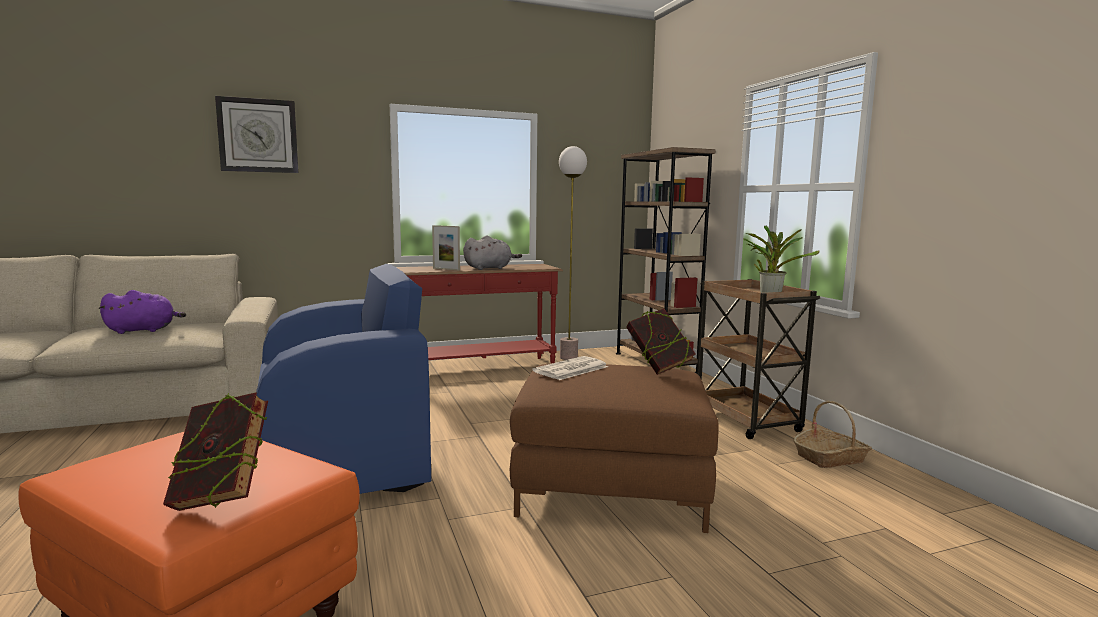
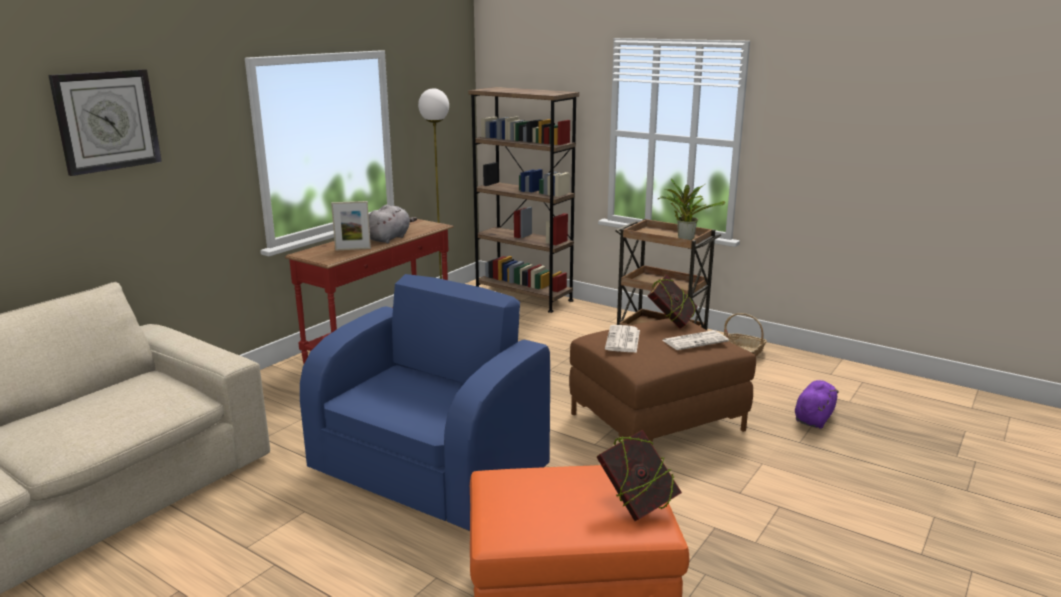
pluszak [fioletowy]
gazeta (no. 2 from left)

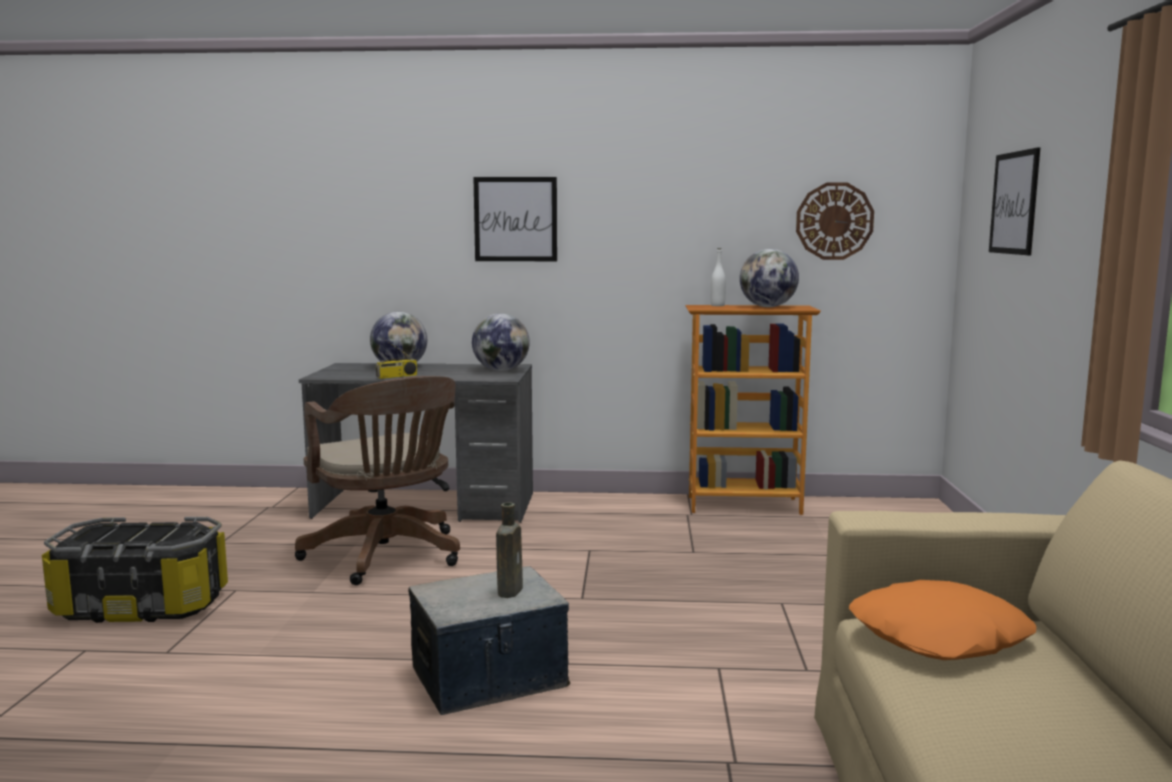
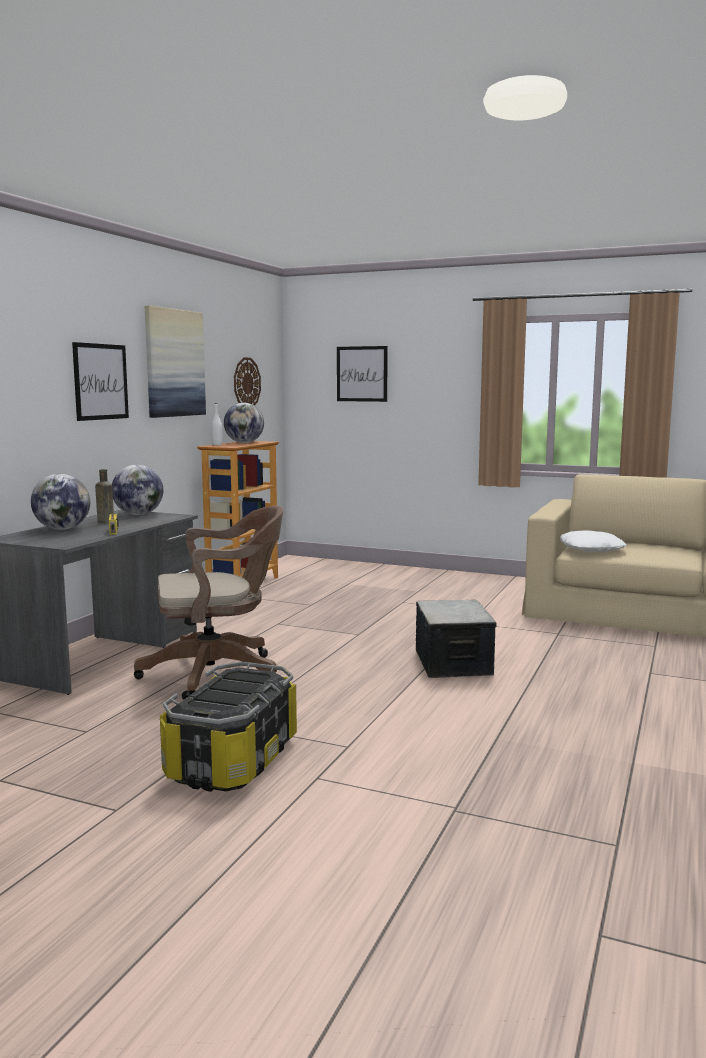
butelka [brązowy]
poduszka [biały]
obraz (no. 2 from left)

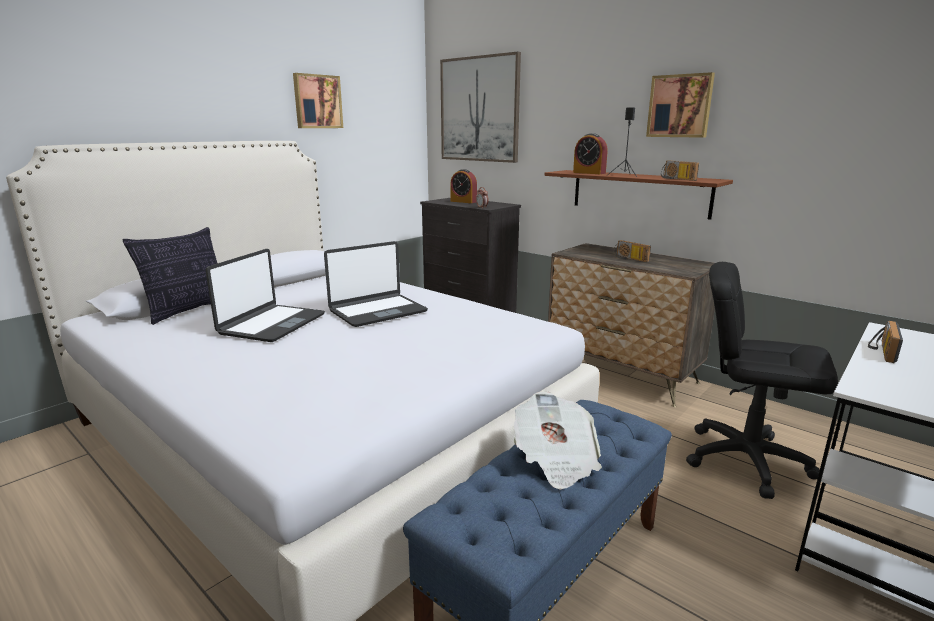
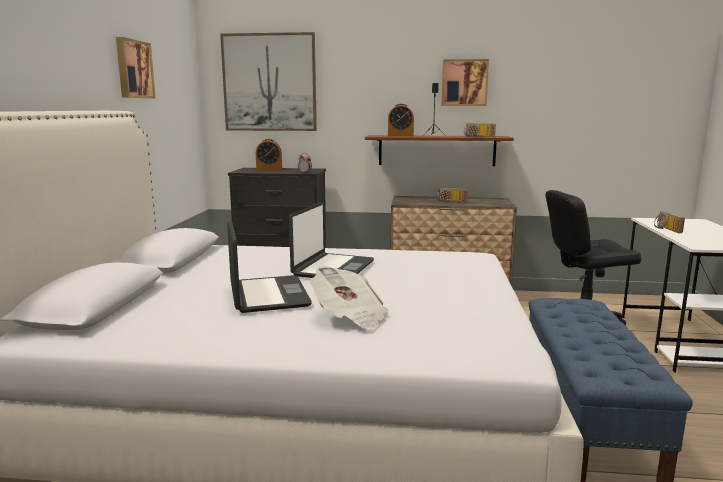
poduszka
gazeta

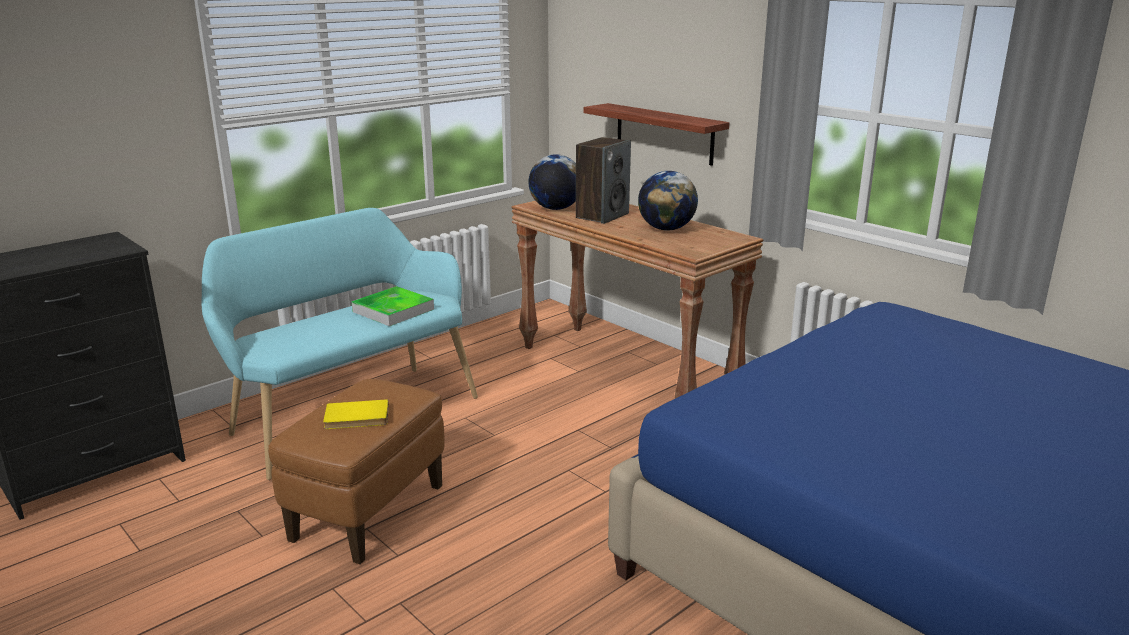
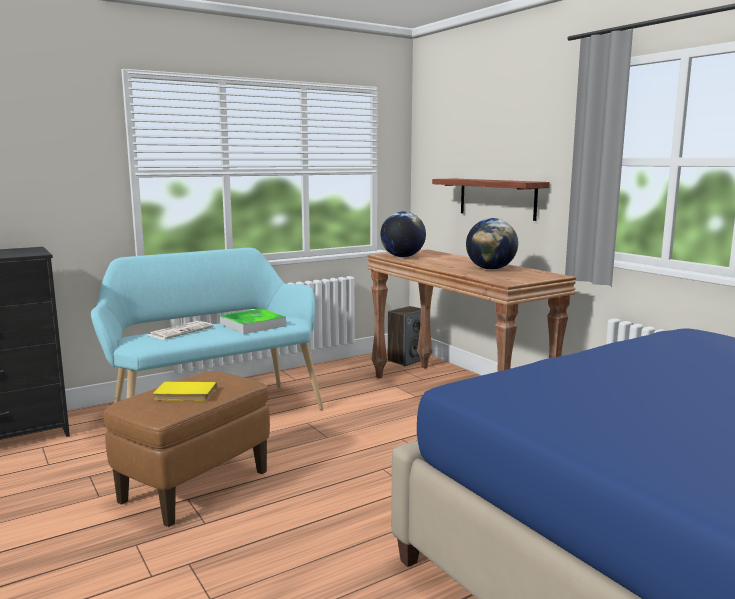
głośnik
gazeta

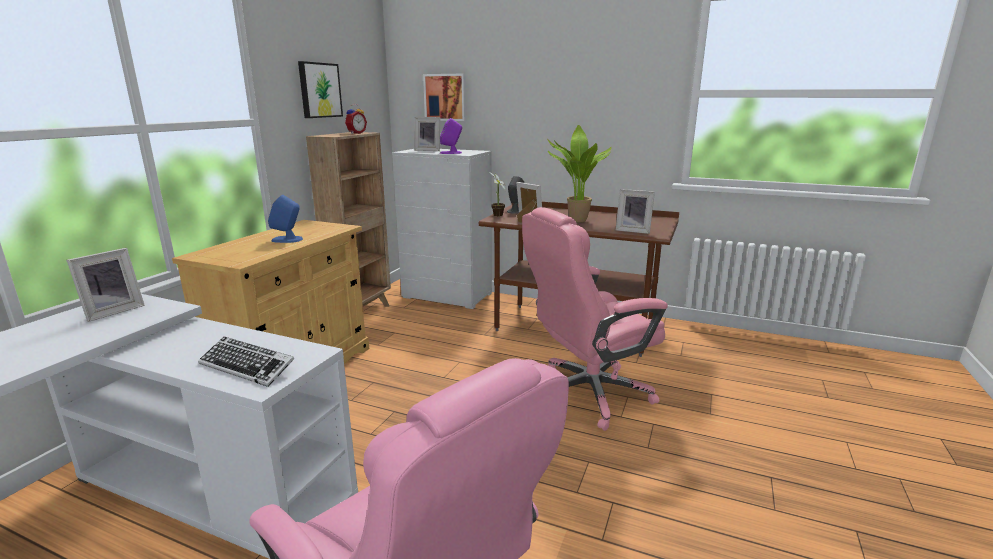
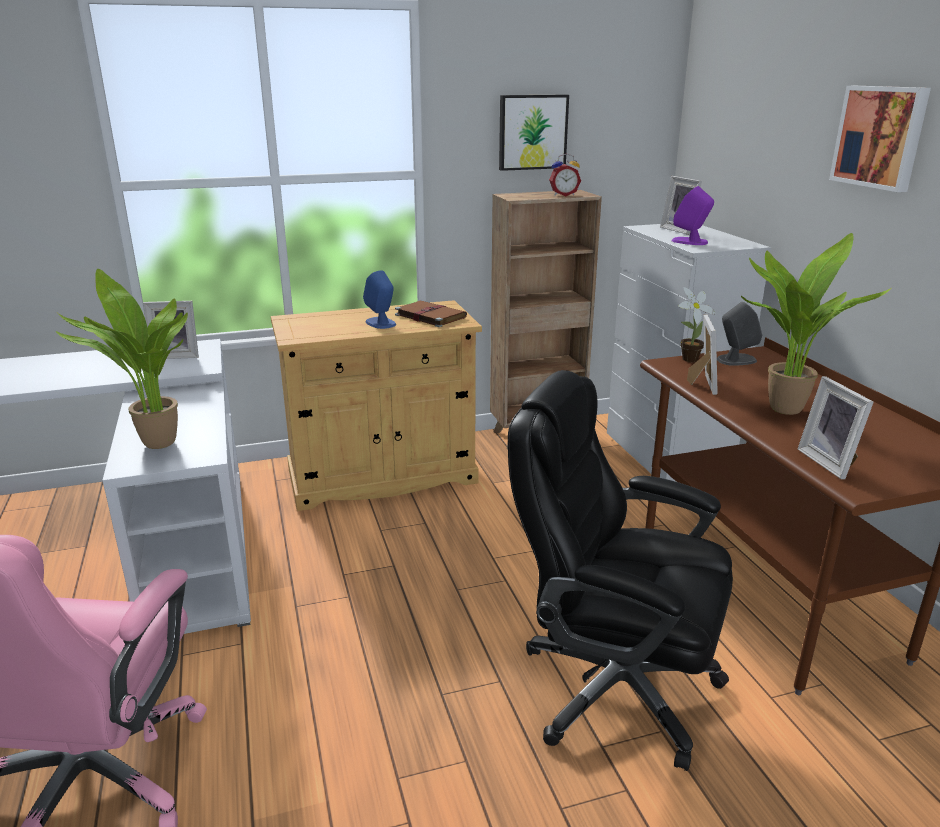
roślina doniczkowa (no. 1 from left)
obraz (no. 2 from left)
krzesło biurowe [czarny]
książka [brązowy]

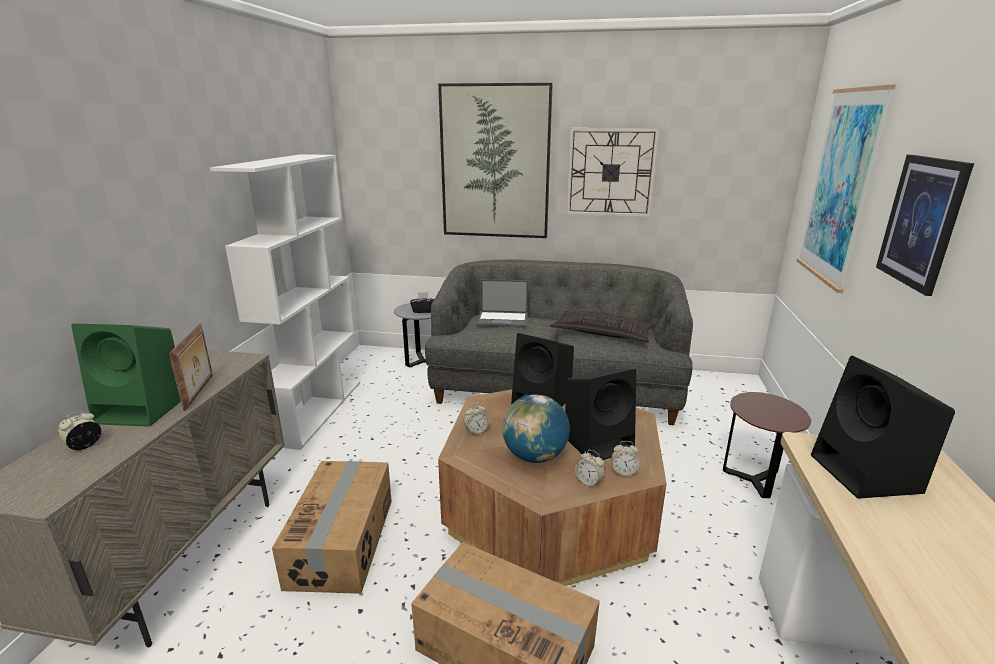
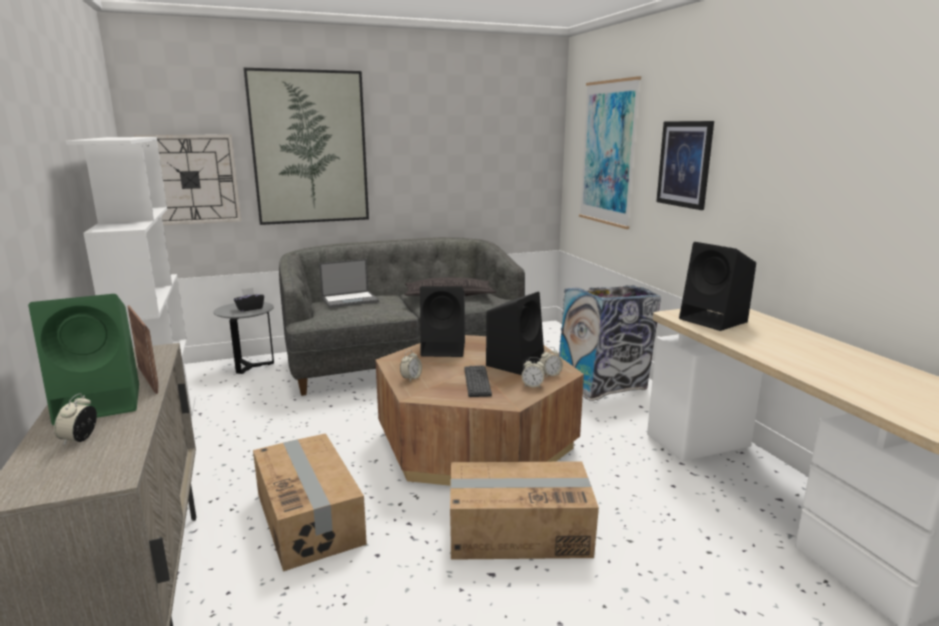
klawiatura
zegar ścienny
kosz na śmieci

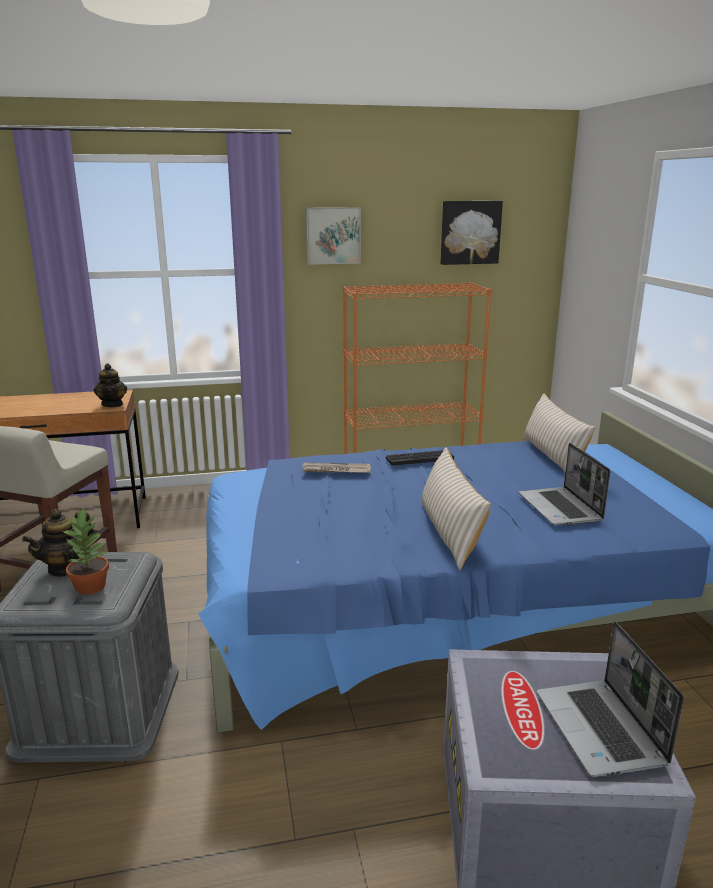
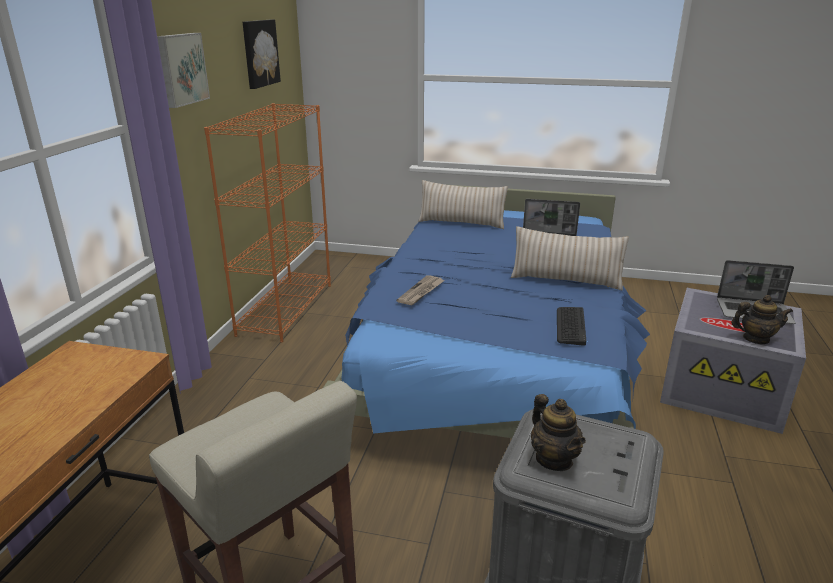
roślina doniczkowa
imbryk (no. 2 from left)
klawiatura

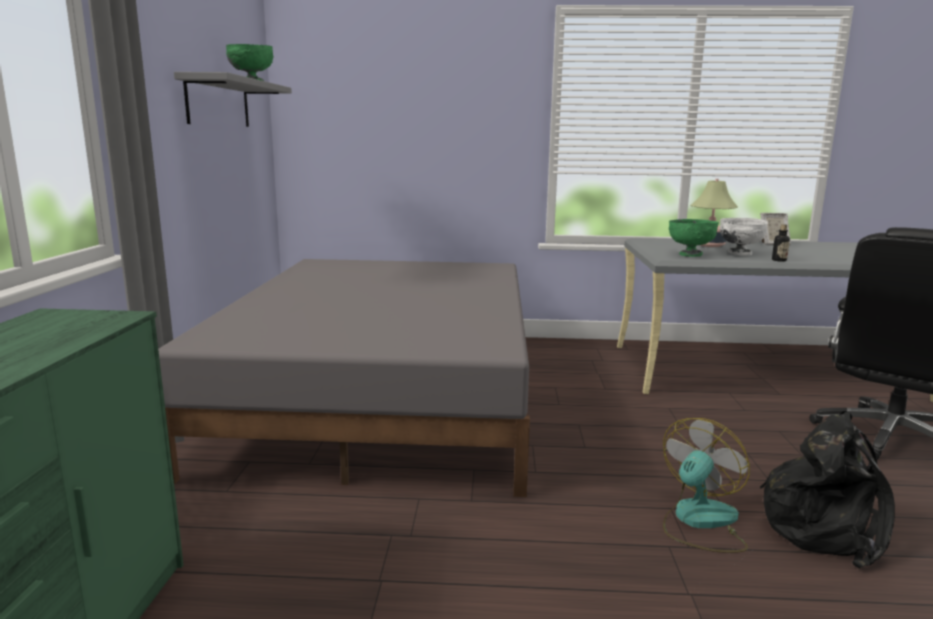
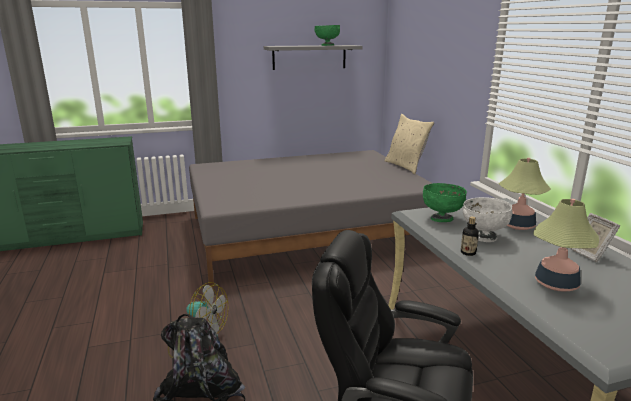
poduszka [beżowy]
lampa stołowa (no. 2 from left)

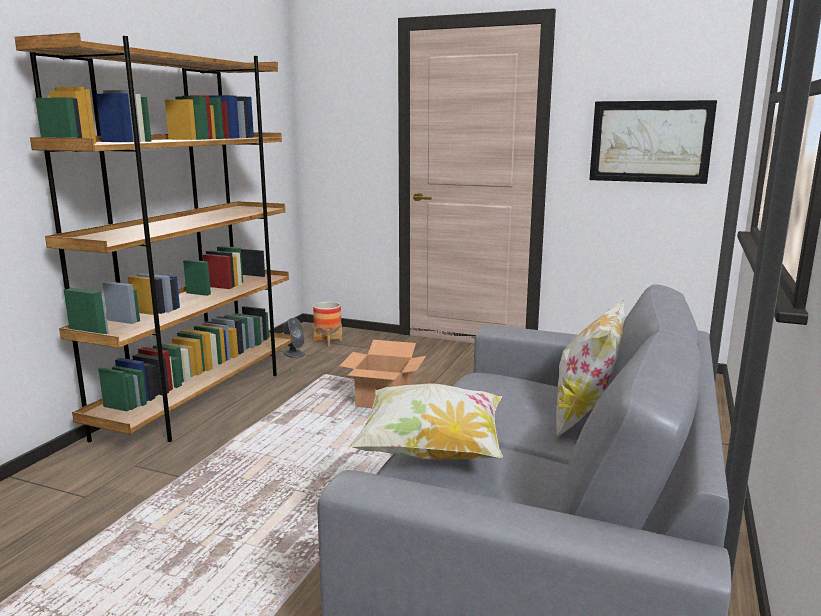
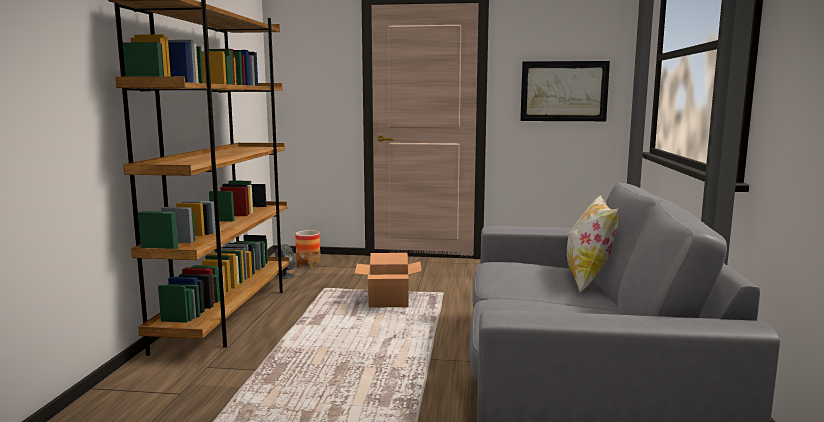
poduszka (no. 1 from left in the first image)

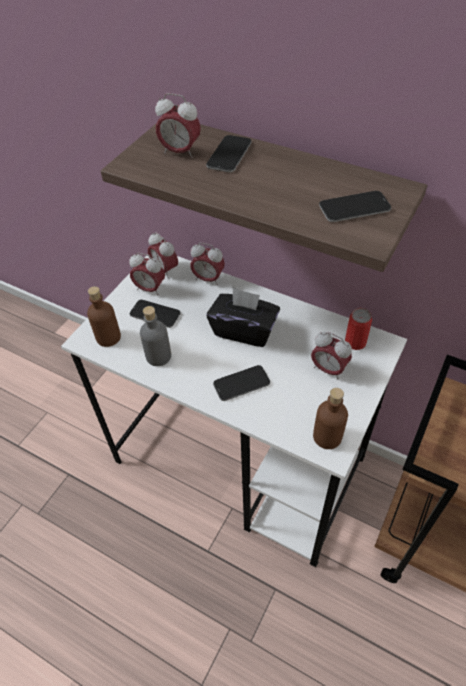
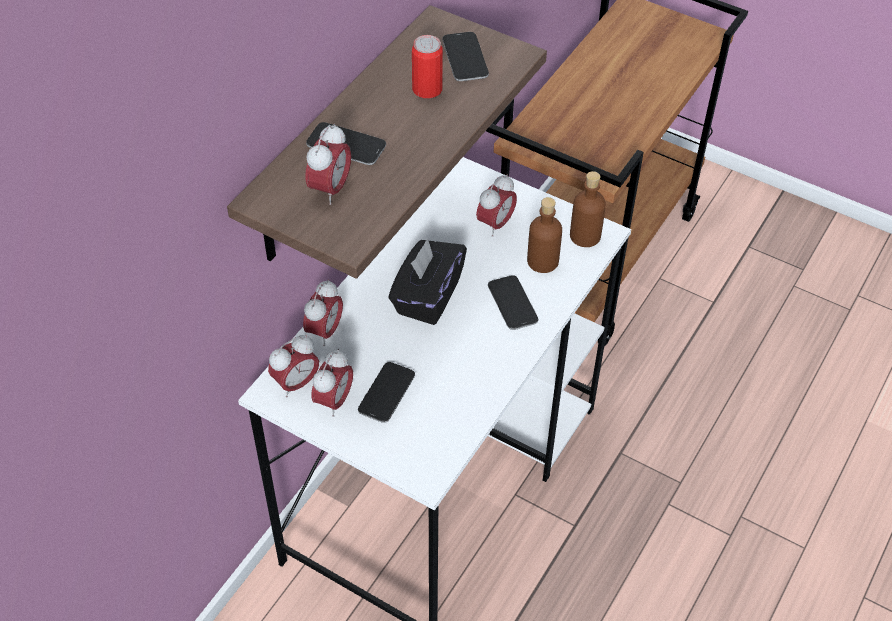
butelka [brązowy] (no. 1 from left)
butelka [szary]
puszka

